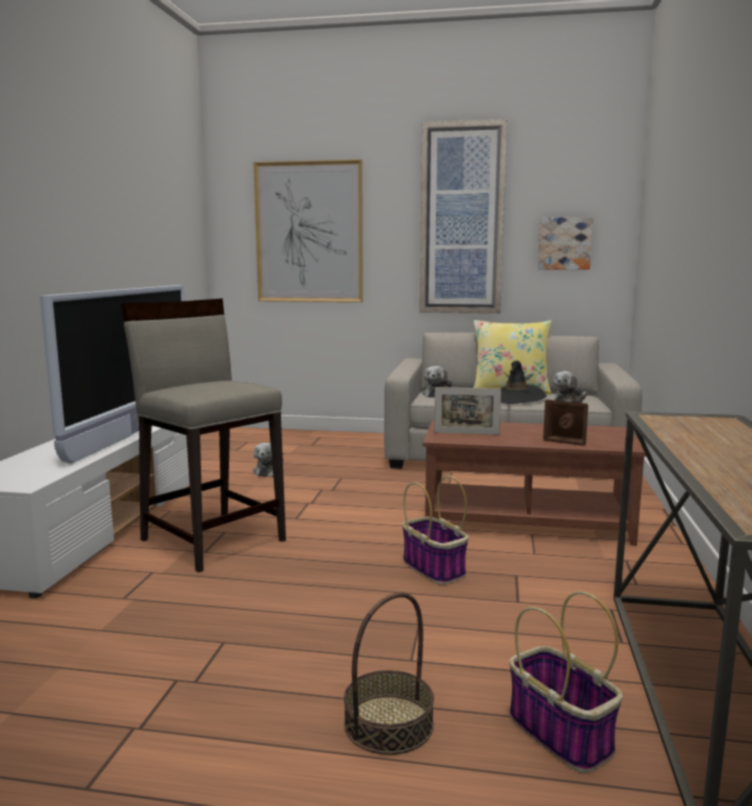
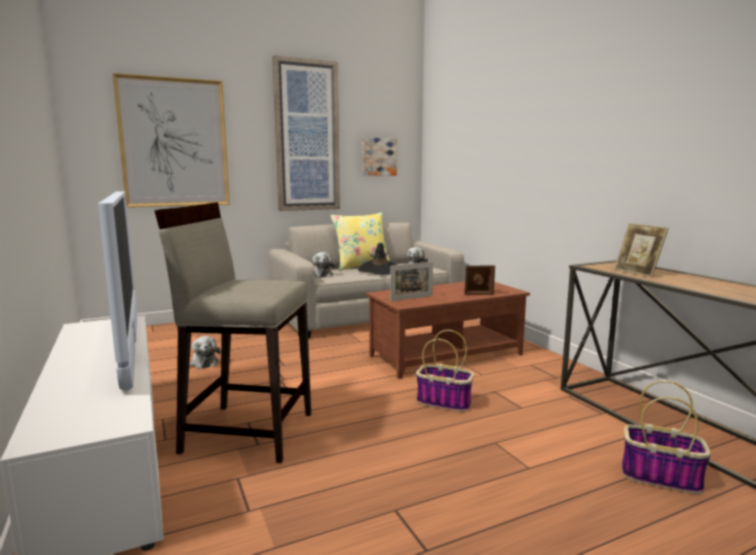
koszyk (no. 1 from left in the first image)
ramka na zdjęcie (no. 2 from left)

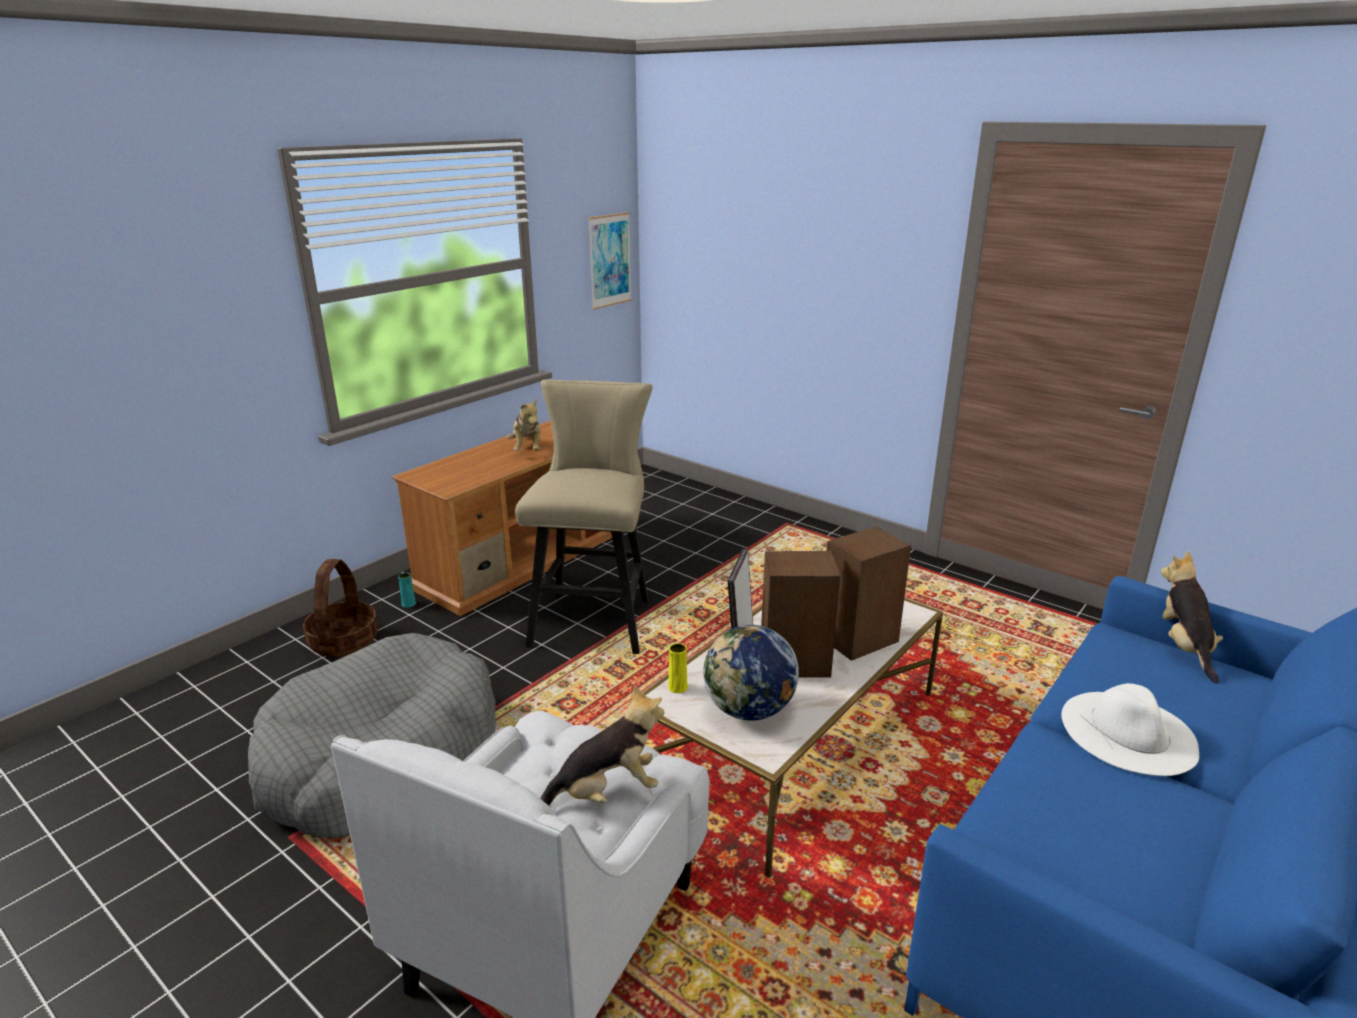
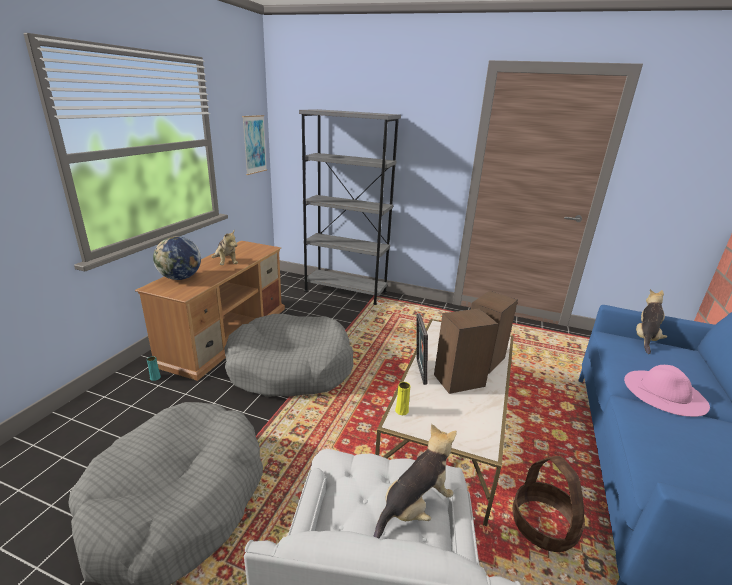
koszyk
legowisko [szary] (no. 2 from left)
globus
kapelusz [różowy]
pluszak (no. 3 from left)
regał [szary]

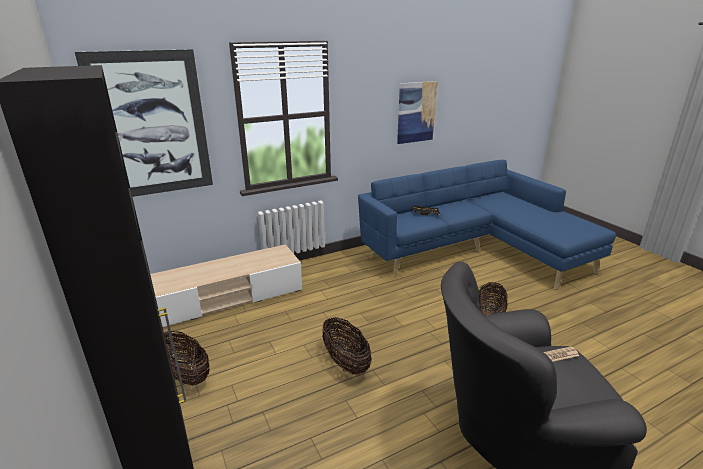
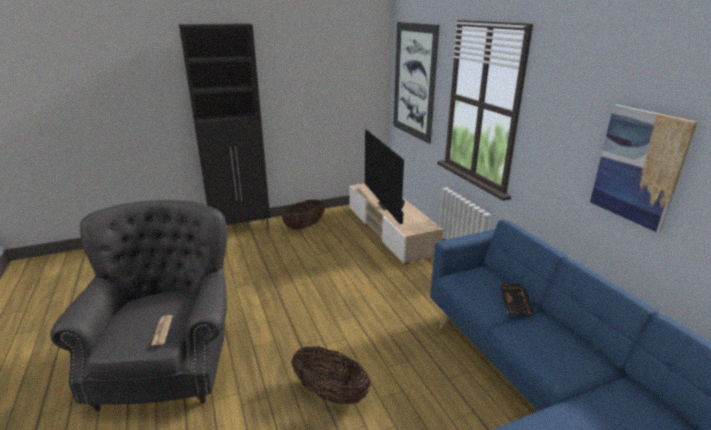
koszyk (no. 2 from left in the first image)
telewizor

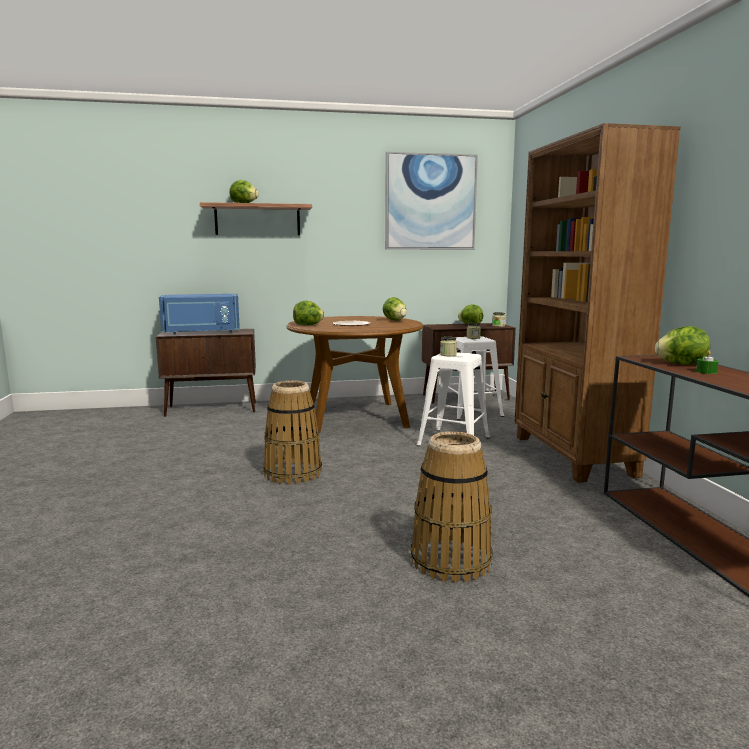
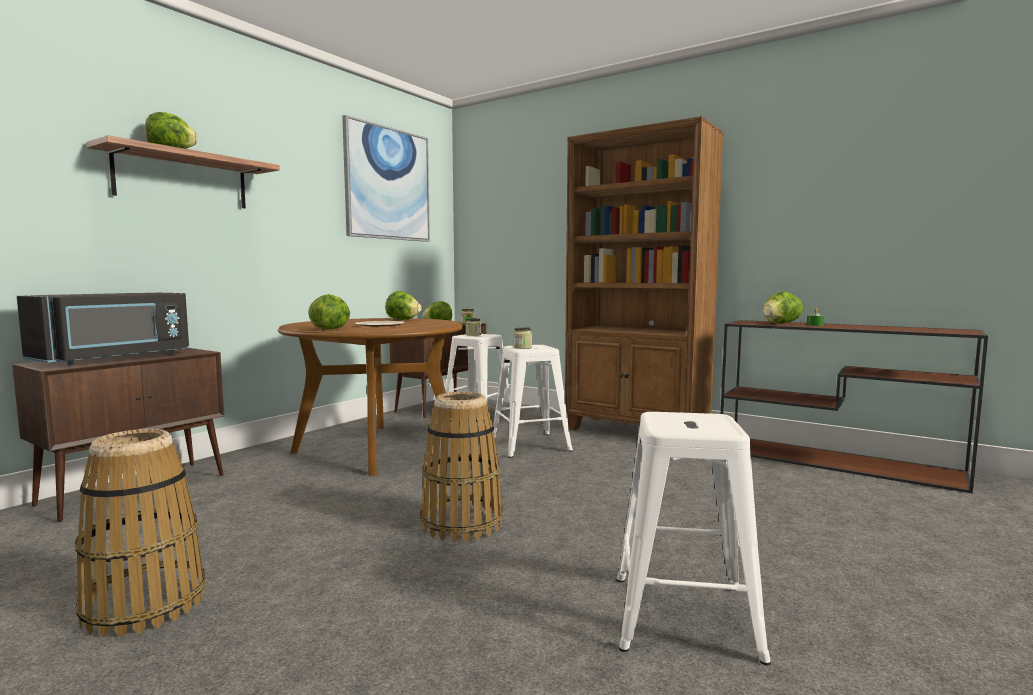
mikrofalówka [czarny]
koszyk (no. 1 from left)
stołek [biały] (no. 3 from left)

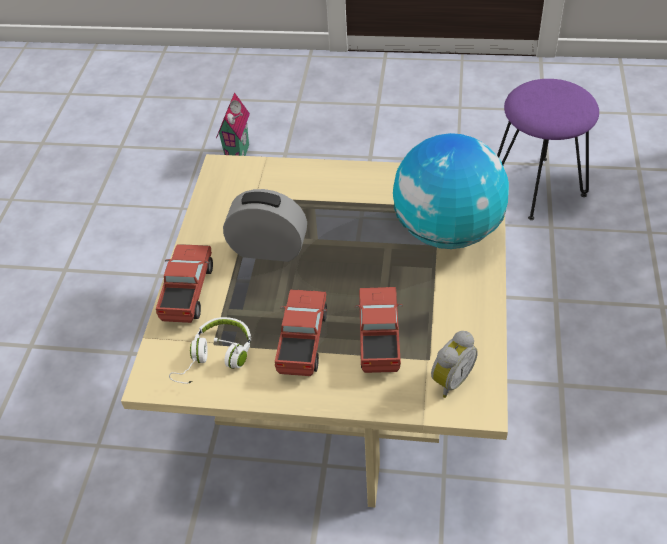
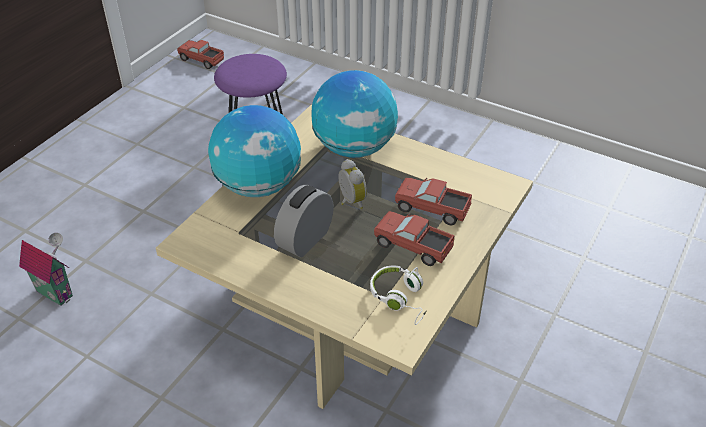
ciężarówka zabawkowa (no. 1 from left)
budzik (no. 2 from left)
globus (no. 1 from left)

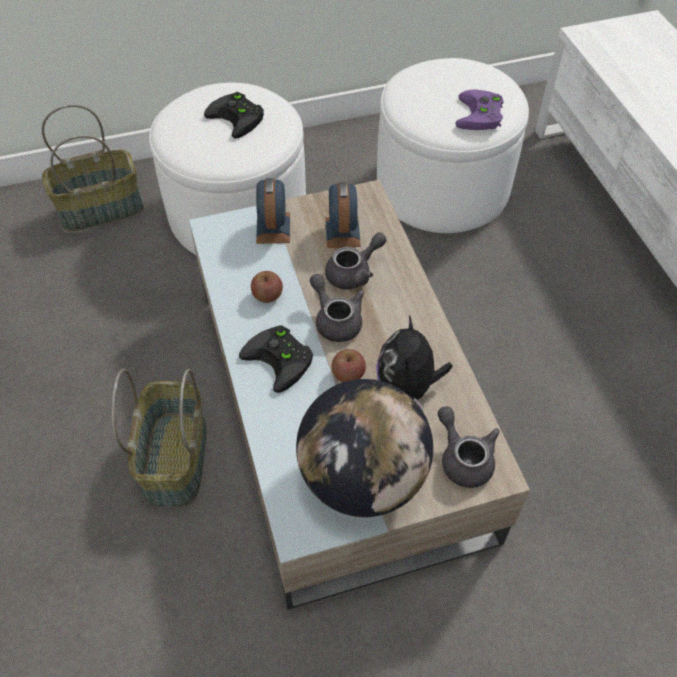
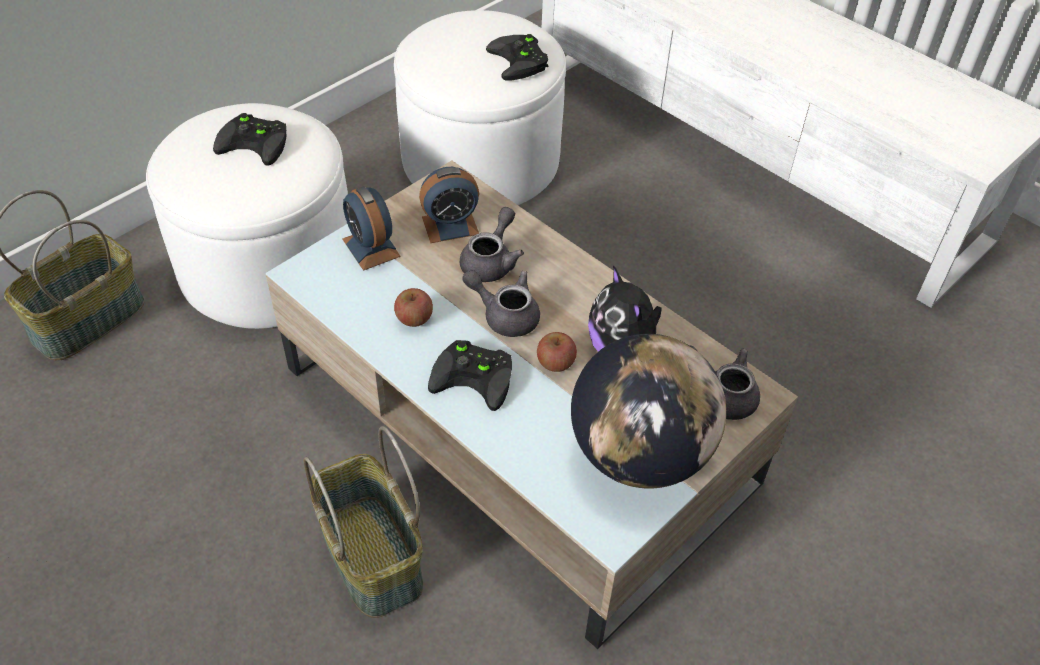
budzik (no. 2 from left)
pad do gier [czarny] (no. 3 from left)

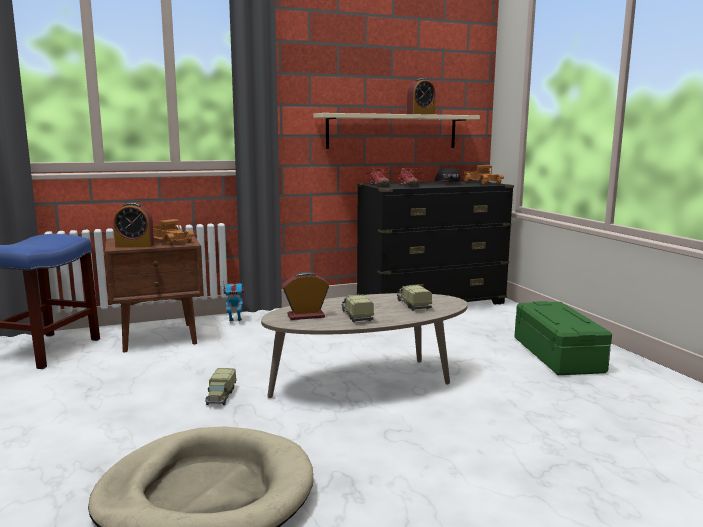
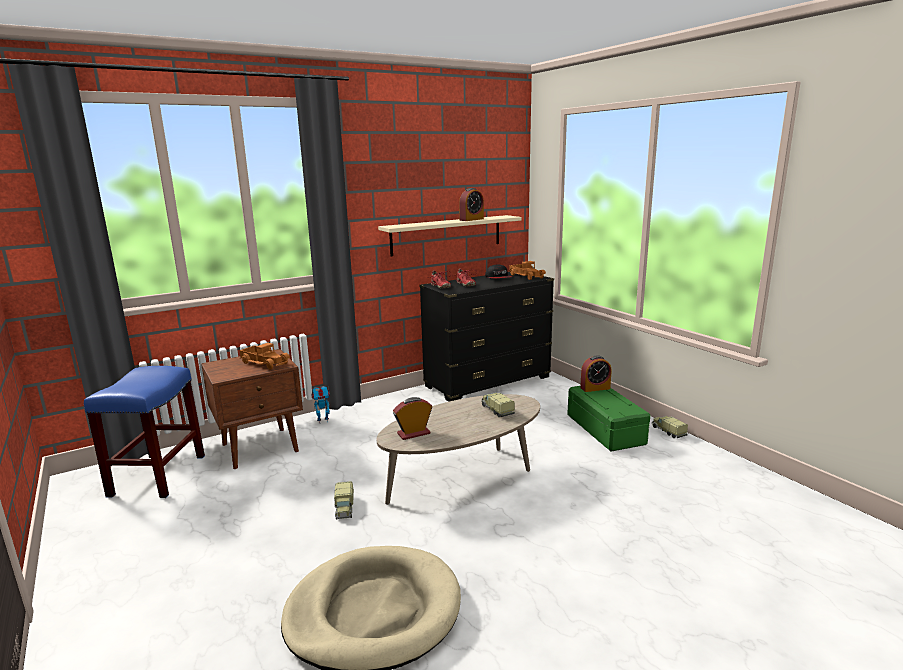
budzik (no. 3 from left)
ciężarówka zabawkowa (no. 5 from left)

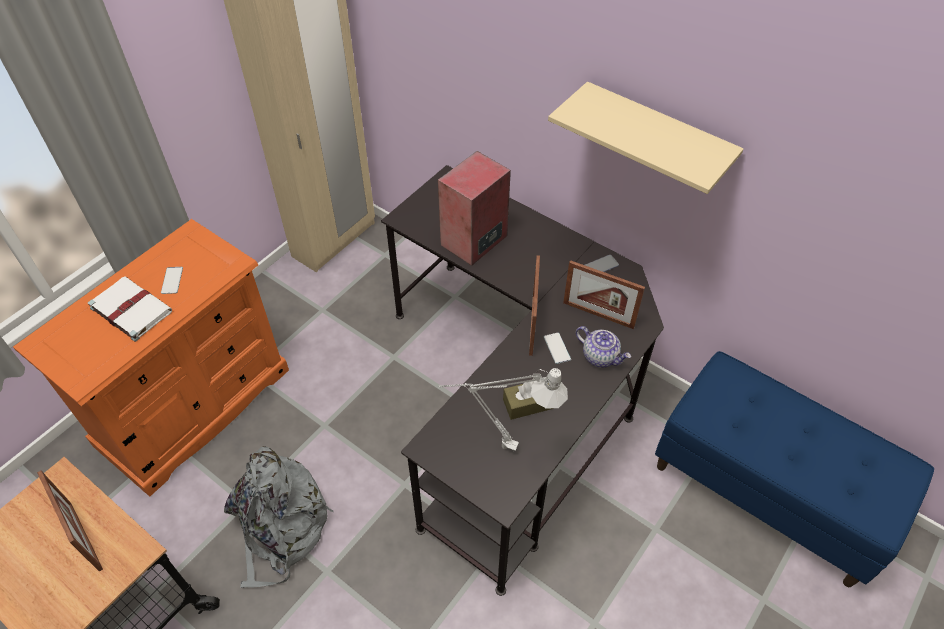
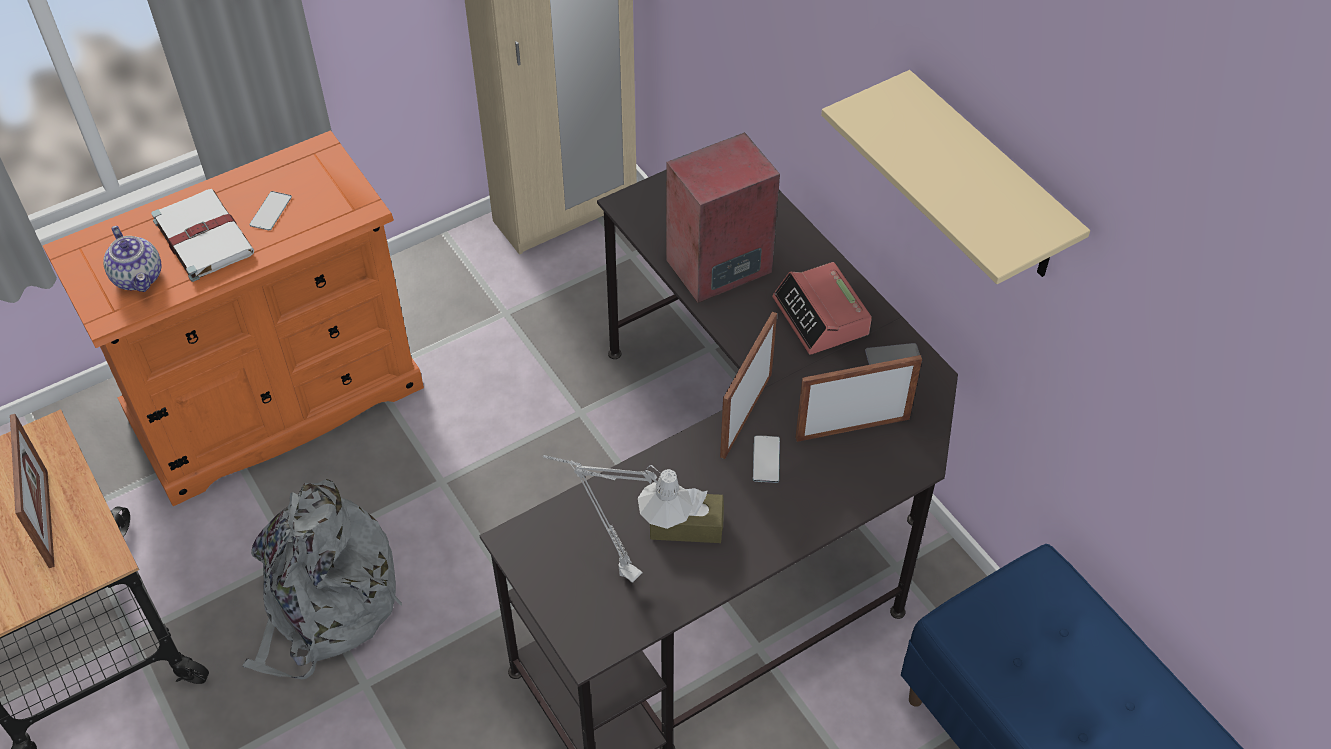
ramka na zdjęcie (no. 3 from left)
imbryk
budzik

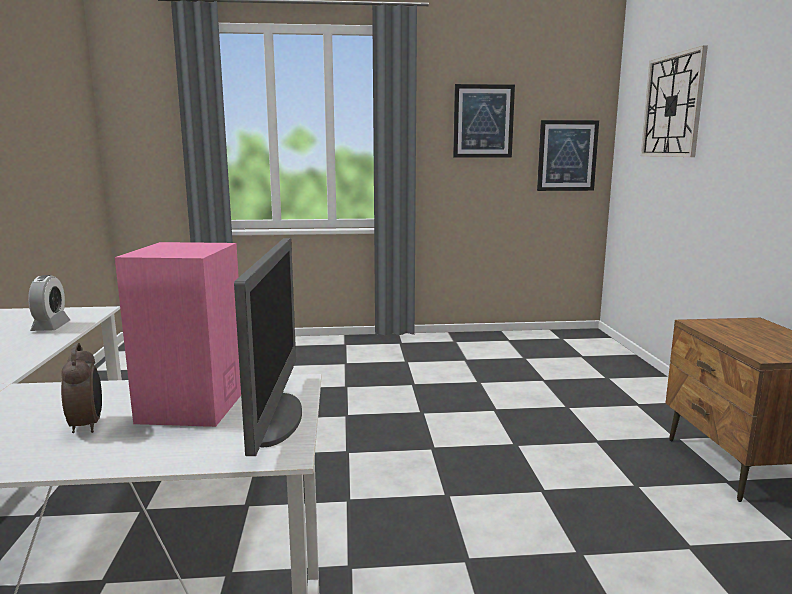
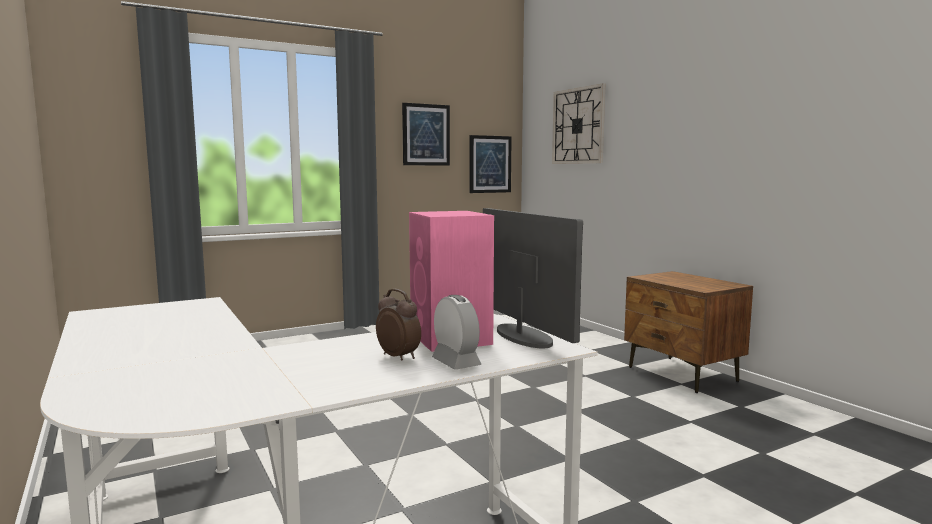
budzik (no. 2 from left)

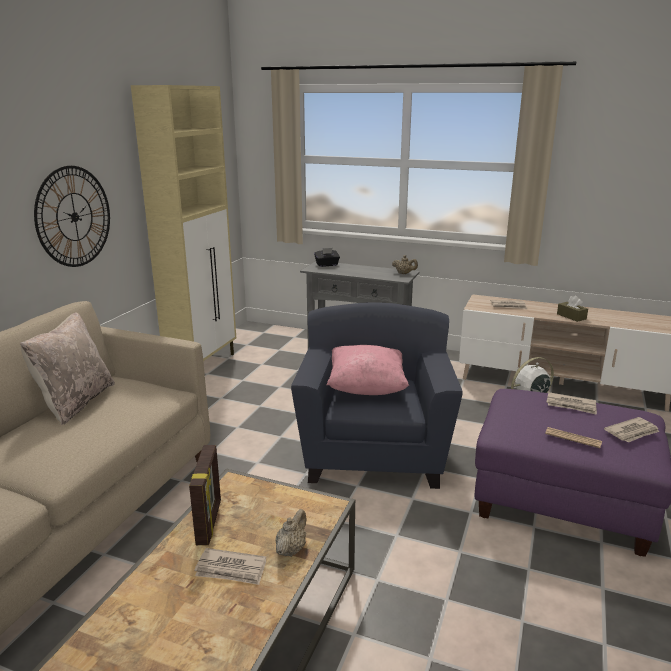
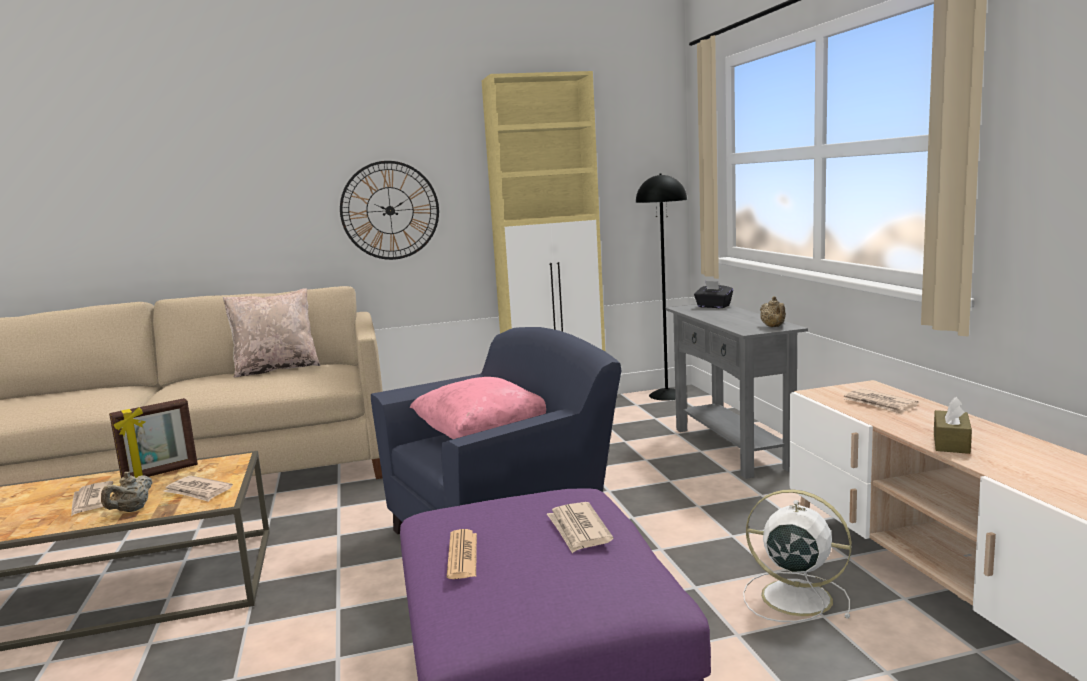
imbryk [beżowy] (no. 1 from left)
gazeta (no. 2 from left)
lampa stojąca [czarny]

